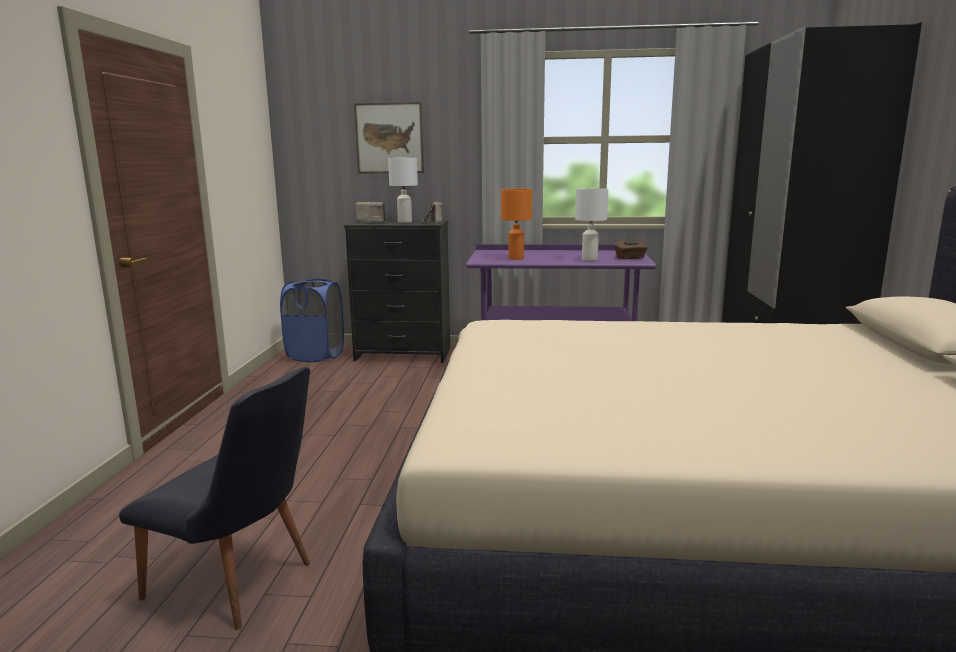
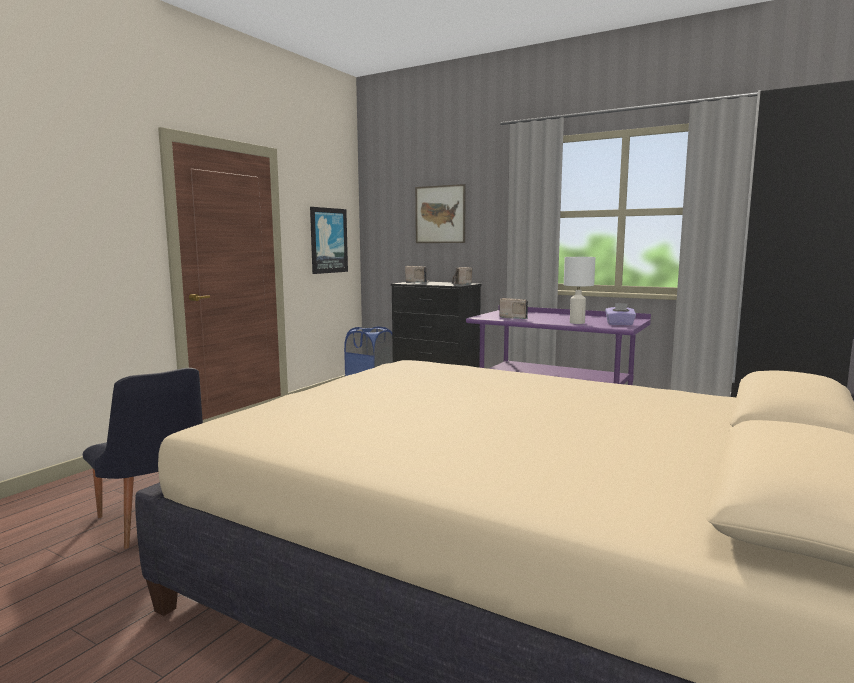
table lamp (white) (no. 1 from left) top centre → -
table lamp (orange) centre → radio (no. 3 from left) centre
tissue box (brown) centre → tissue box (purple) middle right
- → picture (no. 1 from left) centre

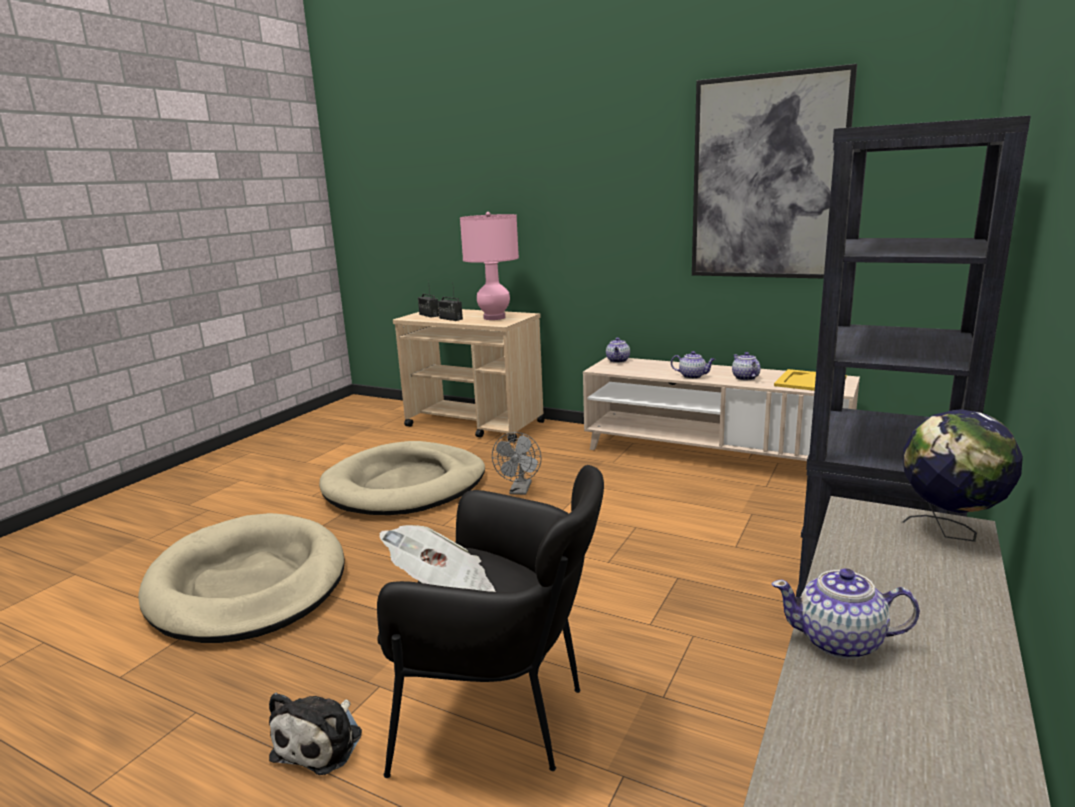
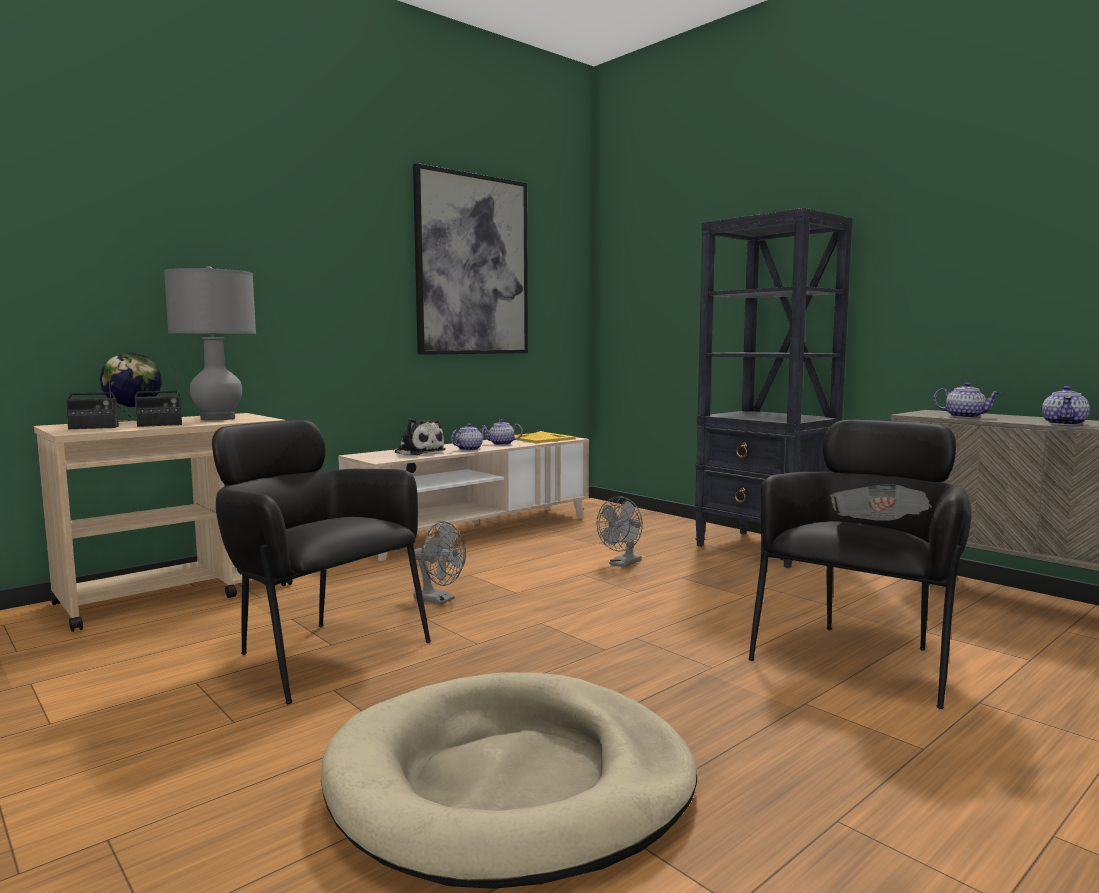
plush toy bottom left → plush toy centre, relocated
dog bed (beige) (no. 2 from left) centre → armchair (black) (no. 1 from left) middle left
table lamp (pink) top centre → table lamp (grey) middle left
teapot (no. 1 from left in the first image) centre → teapot (no. 3 from left) middle right, relocated
globe middle right → globe middle left, relocated
- → fan (grey) (no. 2 from left) centre

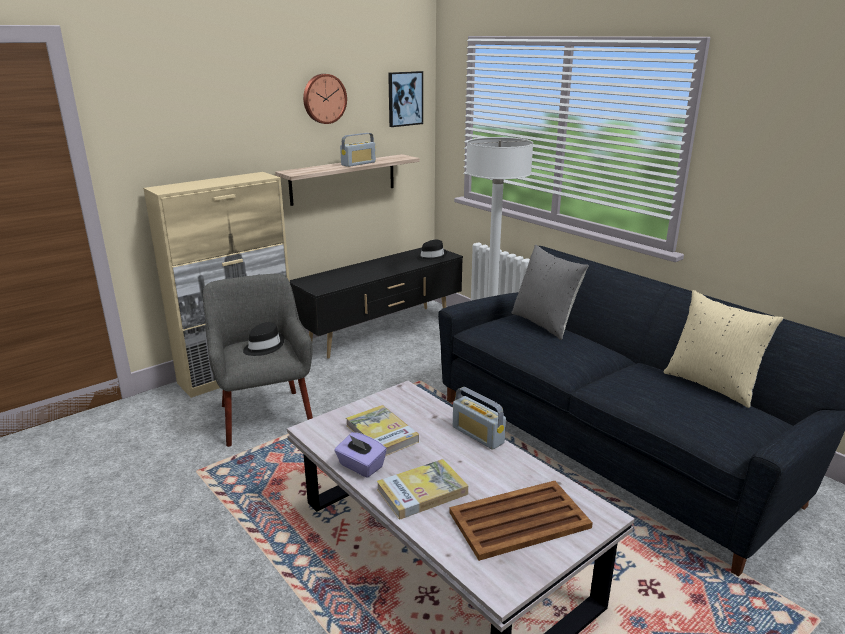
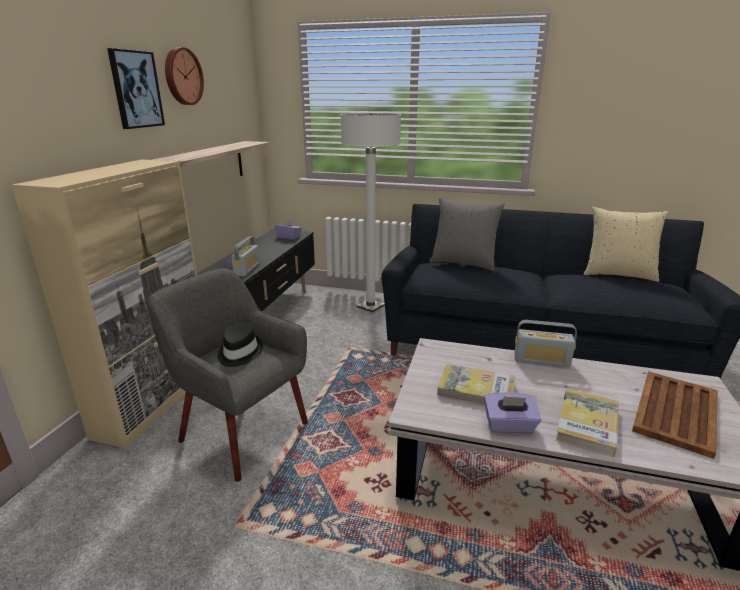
radio (no. 1 from left) top centre → radio (no. 1 from left) middle left, relocated
picture top centre → picture top left, relocated
hat (black) (no. 2 from left) centre → tissue box (purple) (no. 1 from left) centre

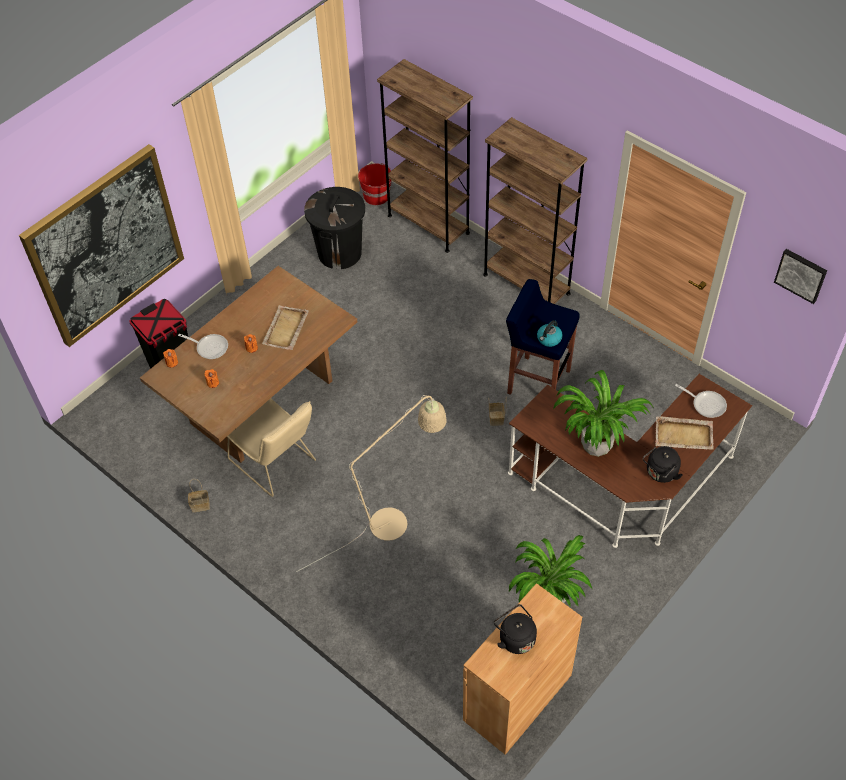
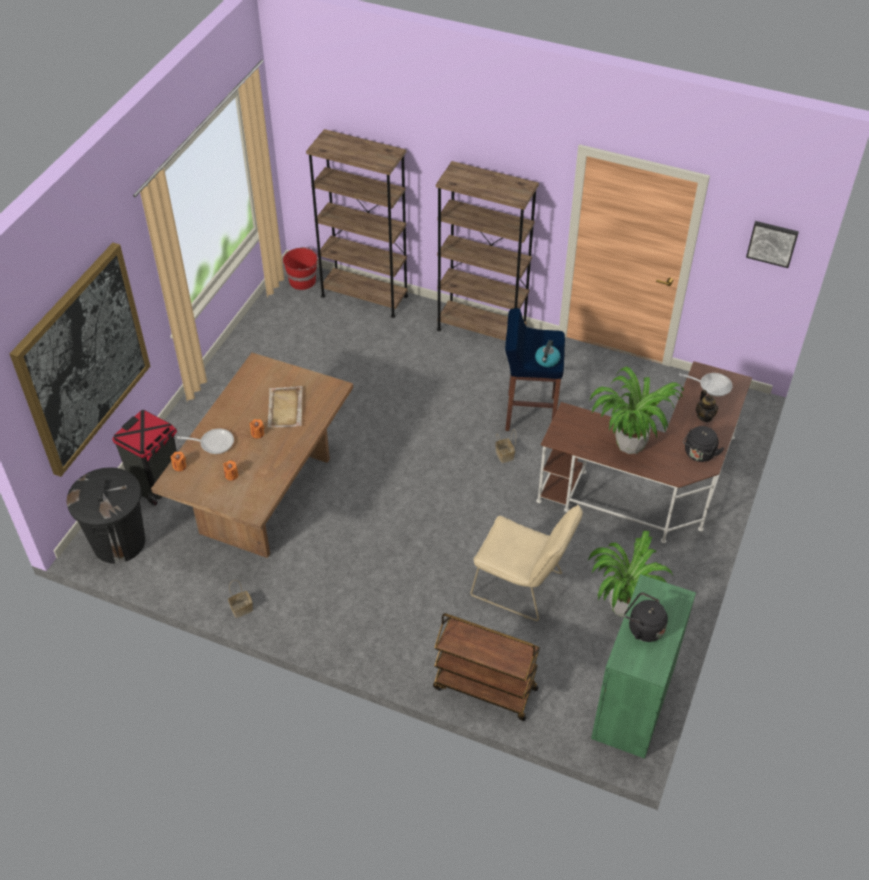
chair (beige) middle left → chair (beige) centre, relocated
floor lamp (beige) centre → -
trash can (black) (no. 2 from left in the first image) top centre → trash can (black) (no. 1 from left) middle left, relocated
cabinet (brown) bottom centre → cabinet (green) bottom right
tray (beige) (no. 2 from left) middle right → teapot middle right
- → cart (brown) bottom centre

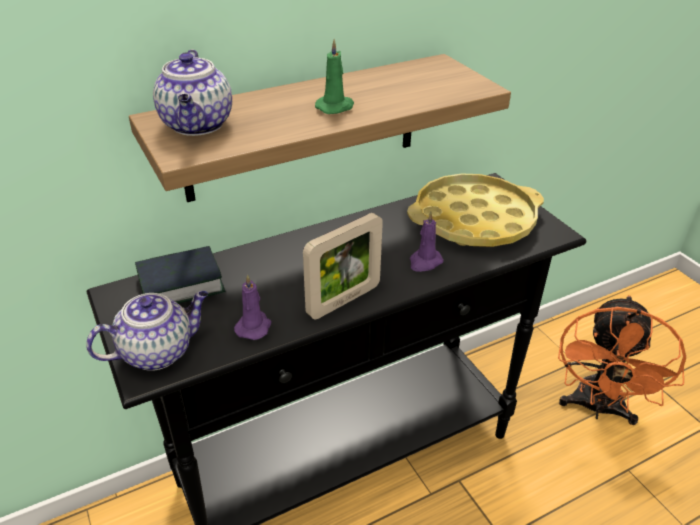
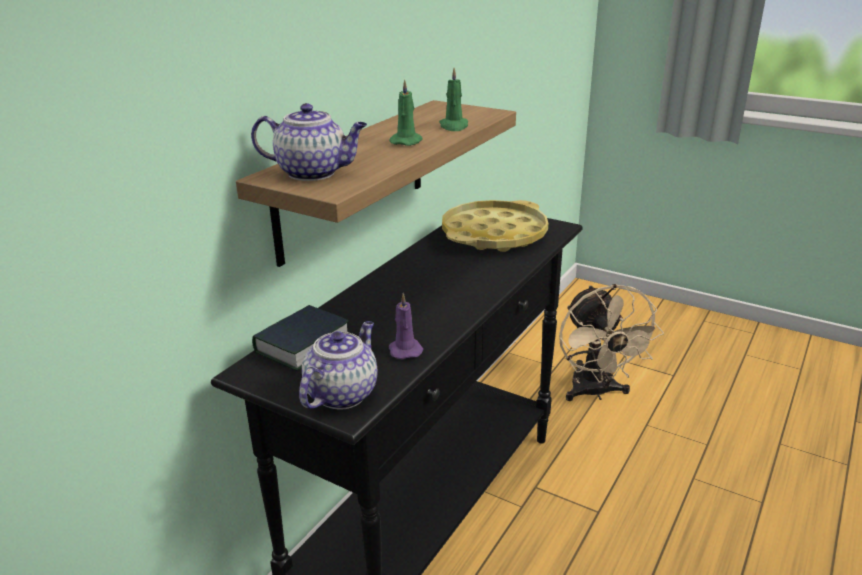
teapot (no. 2 from left in the first image) top left → teapot (no. 1 from left) top centre, 45 degrees counterclockwise
picture frame centre → -
candle (purple) (no. 2 from left) centre → -
fan (orange) bottom right → fan (beige) middle right
- → candle (green) (no. 2 from left) top centre

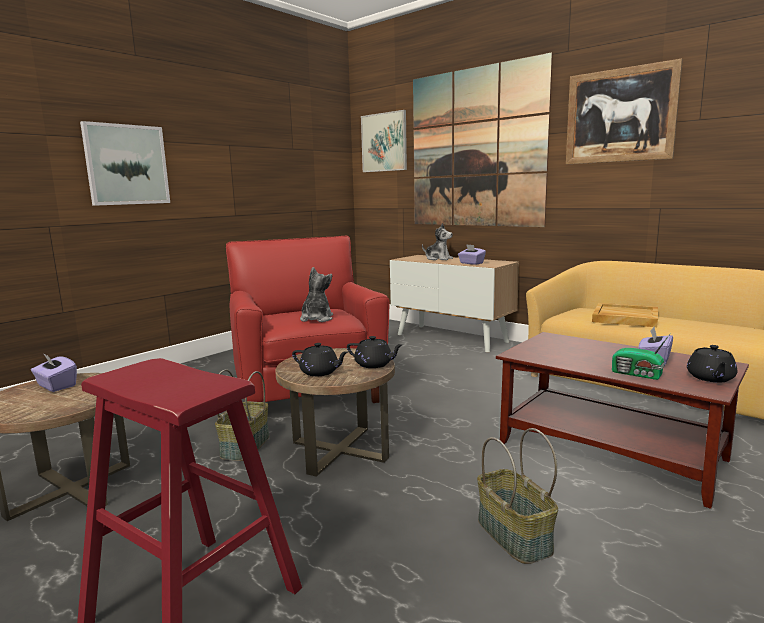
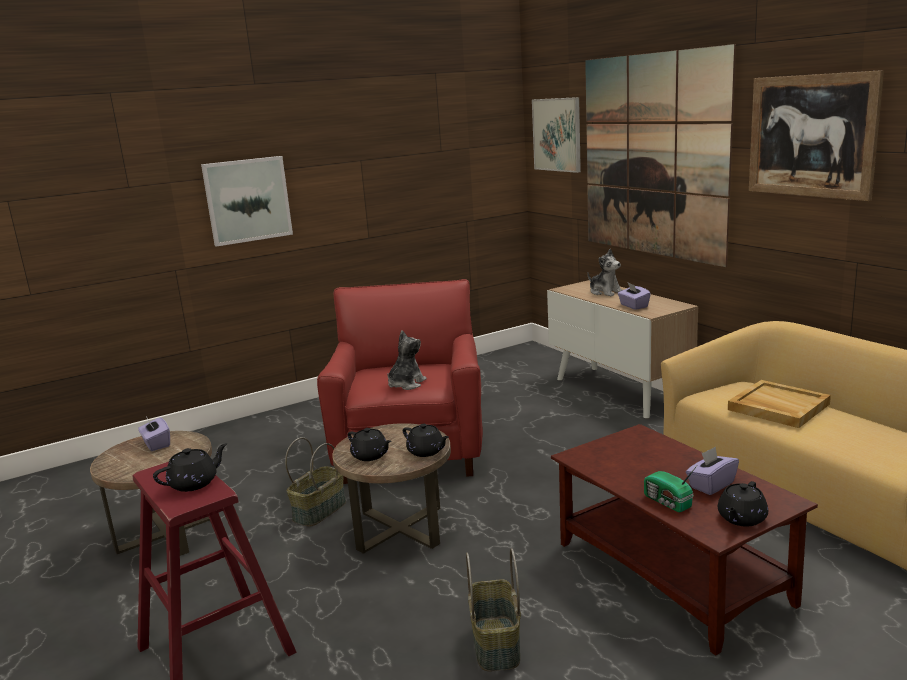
- → teapot (black) (no. 1 from left) bottom left

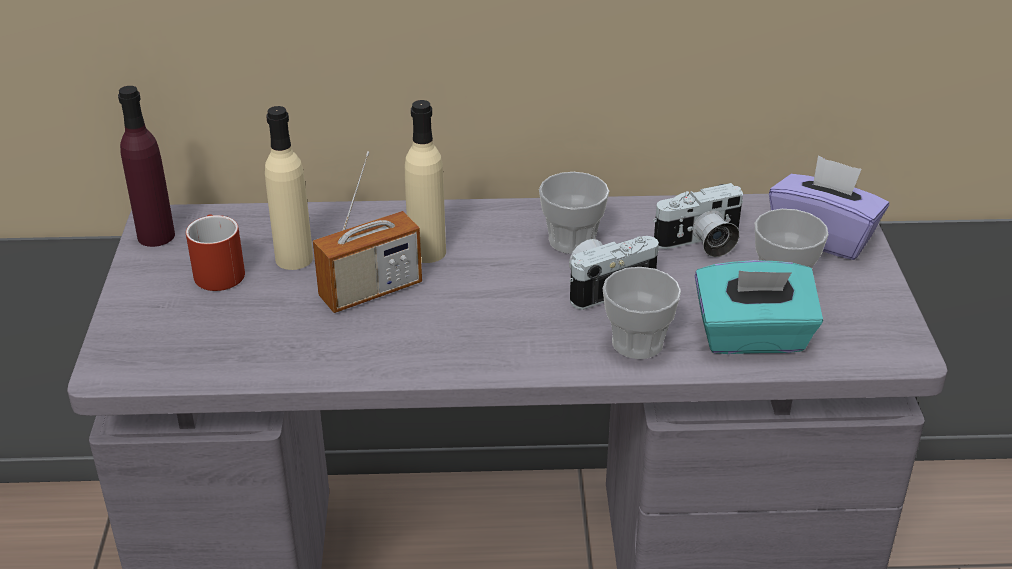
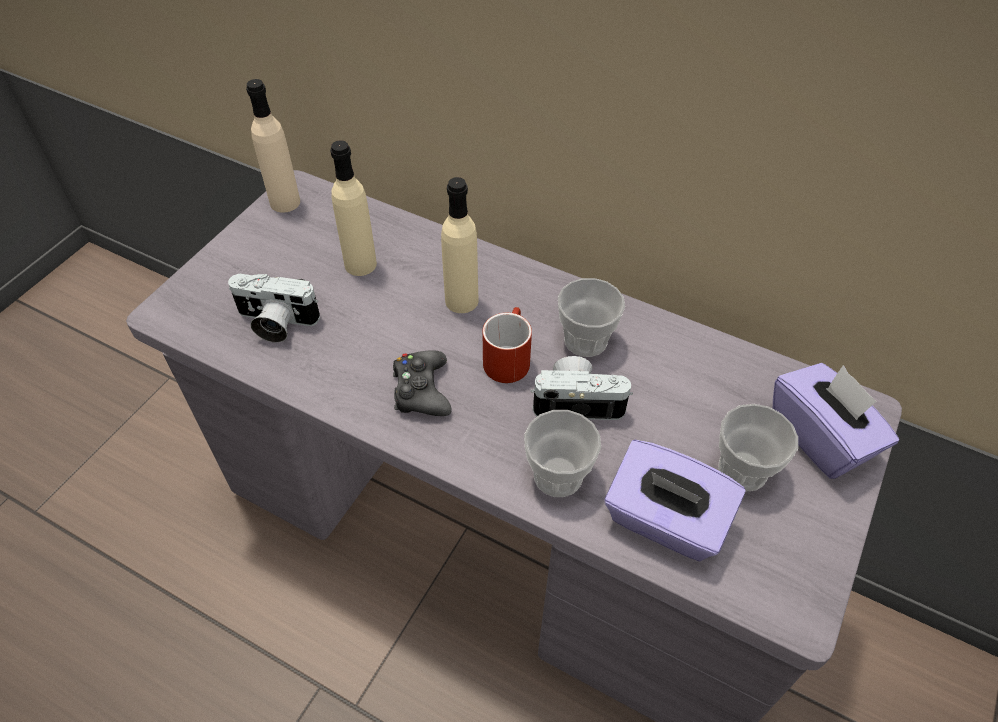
bottle (purple) top left → bottle (beige) (no. 1 from left) top left
mug (red) middle left → mug (red) centre, relocated
radio centre → -
photo camera (no. 2 from left in the first image) middle right → photo camera (no. 1 from left) middle left, relocated
tissue box (turquoise) middle right → tissue box (purple) (no. 1 from left) bottom right
- → game controller (black) centre

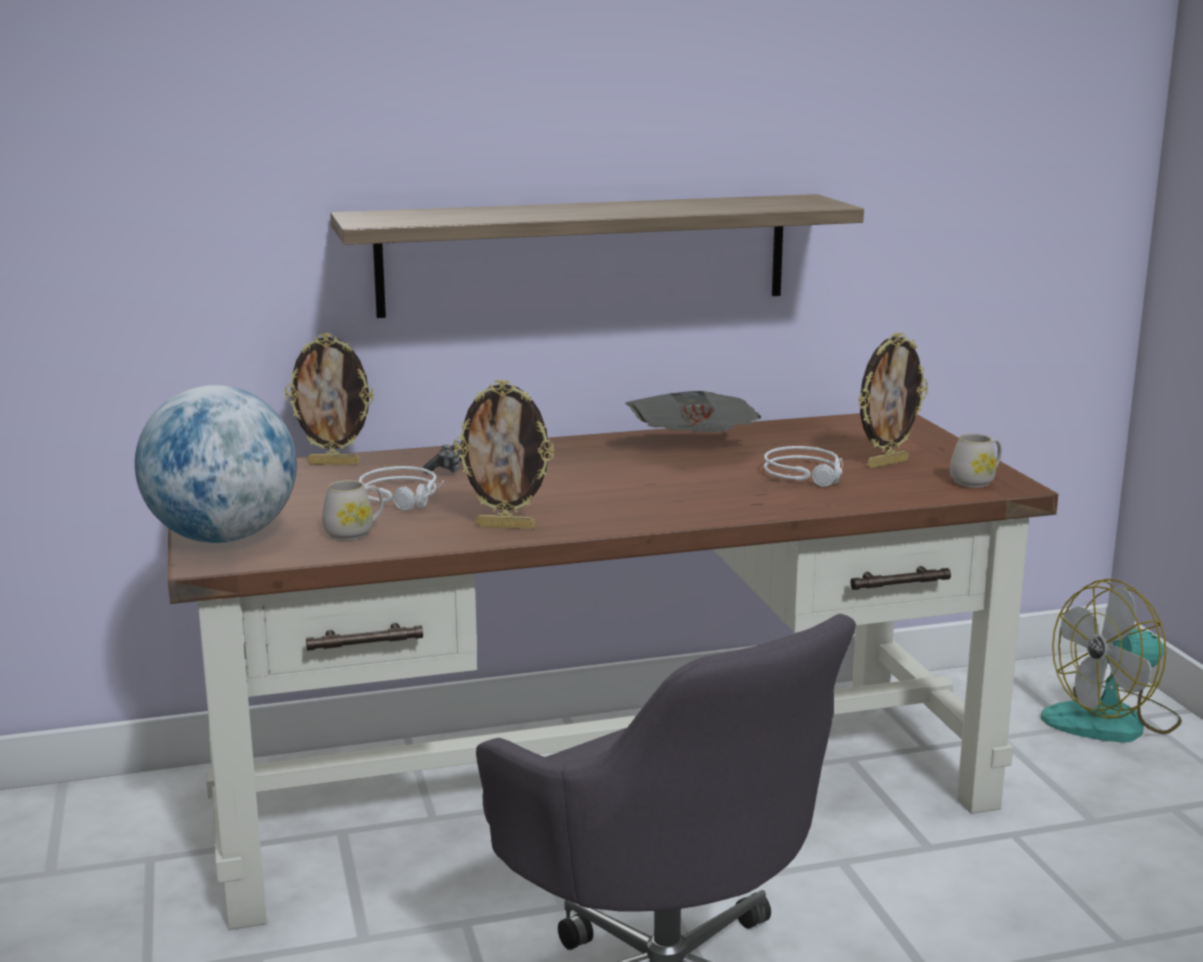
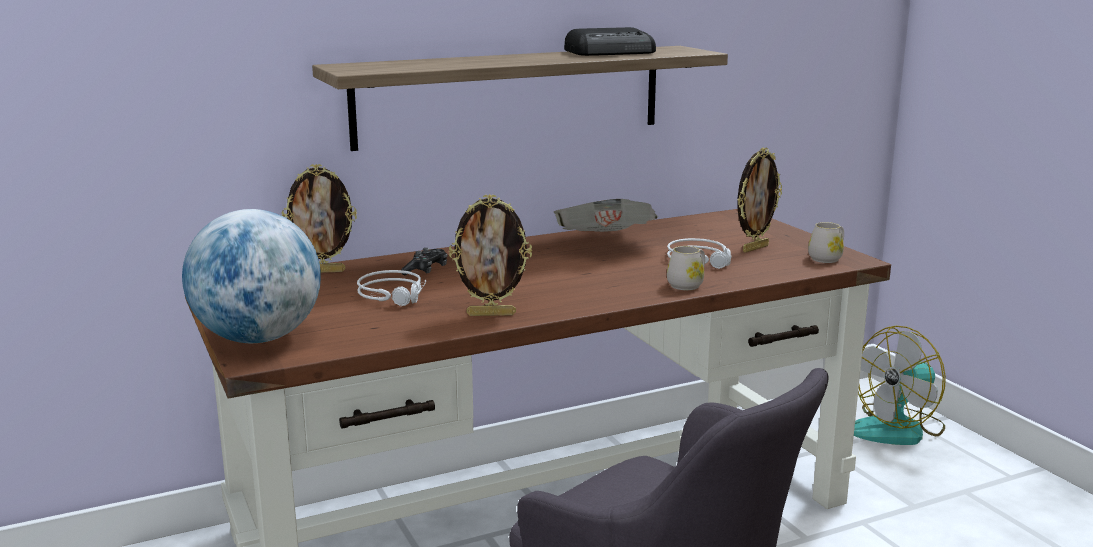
mug (white) (no. 1 from left) middle left → mug (white) (no. 1 from left) centre, relocated
- → radio top centre

